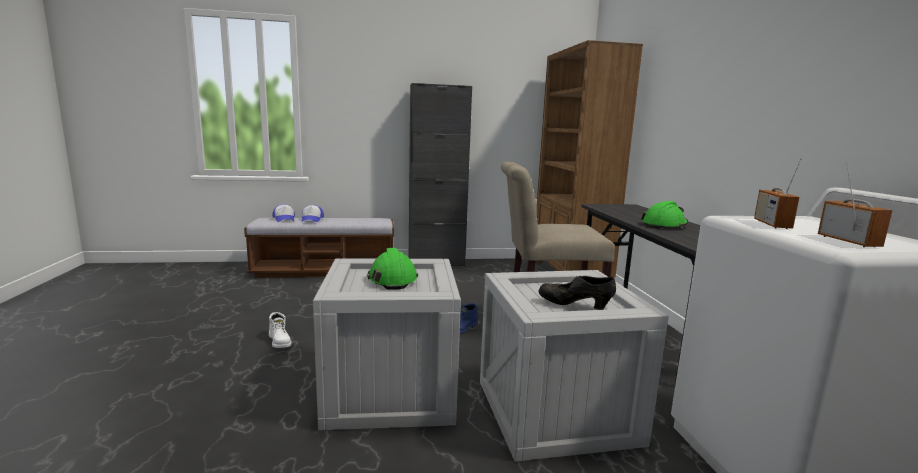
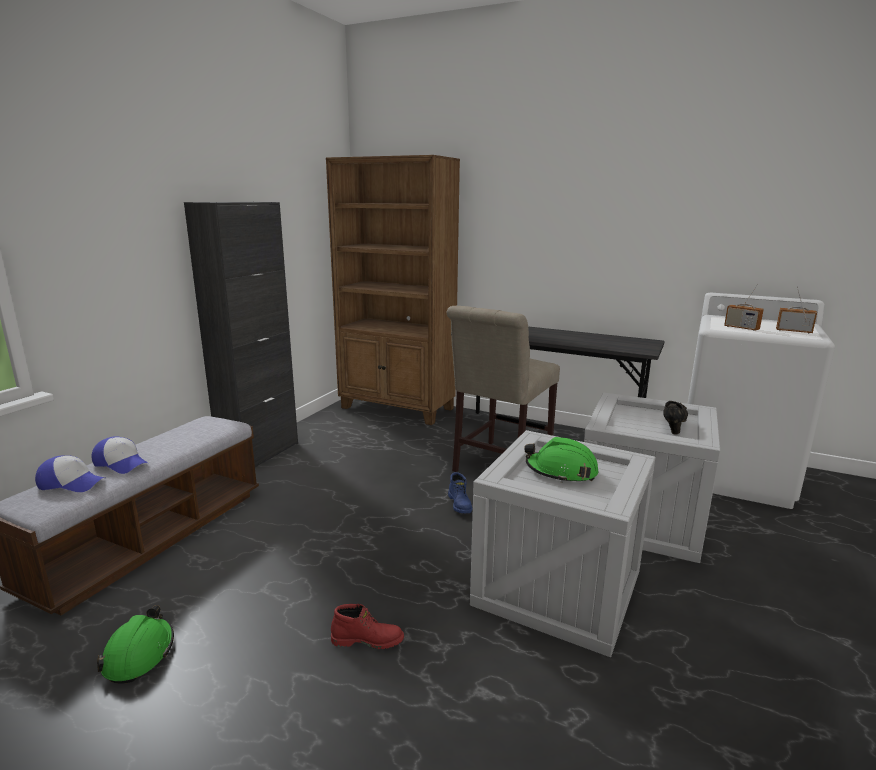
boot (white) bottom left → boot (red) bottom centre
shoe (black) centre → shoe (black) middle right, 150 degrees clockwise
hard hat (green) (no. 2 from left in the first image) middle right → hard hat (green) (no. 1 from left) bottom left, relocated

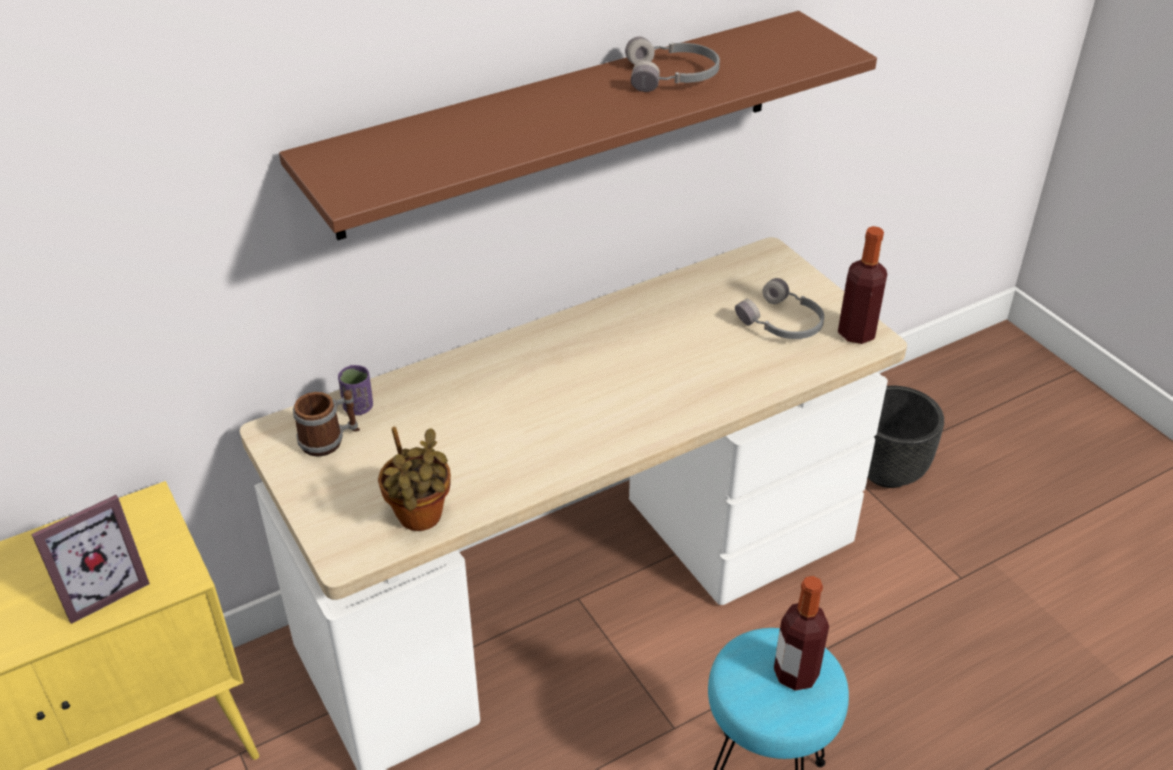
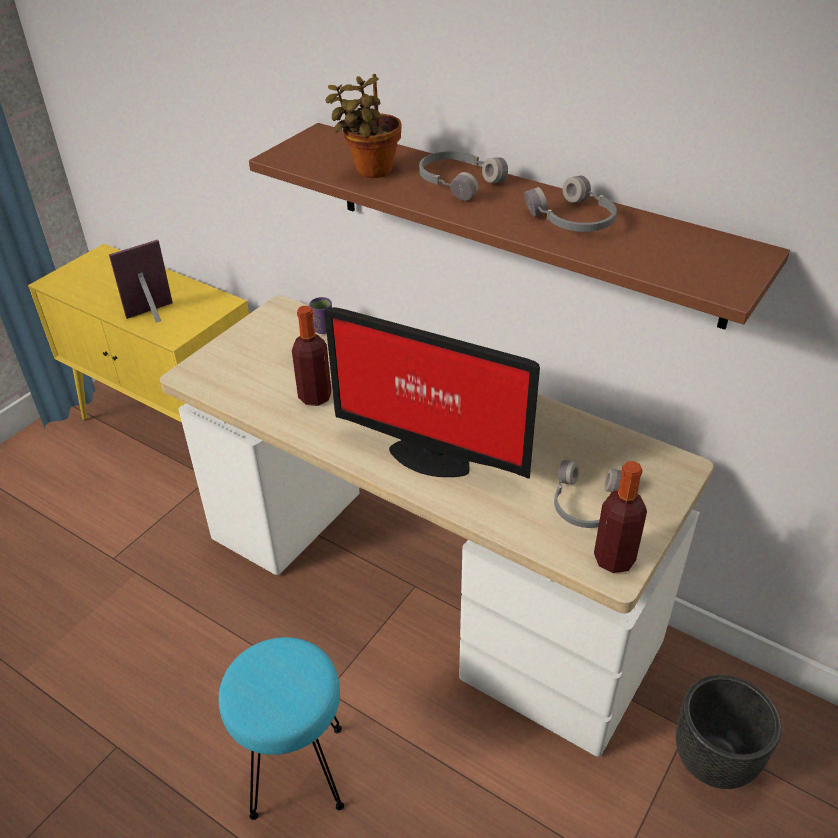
picture frame bottom left → picture frame middle left, 120 degrees clockwise
mug middle left → -
potted plant centre → potted plant top centre, relocated
bottle (no. 1 from left) bottom right → bottle (no. 1 from left) centre, relocated
- → monitor centre
- → headphones (grey) (no. 1 from left) top centre

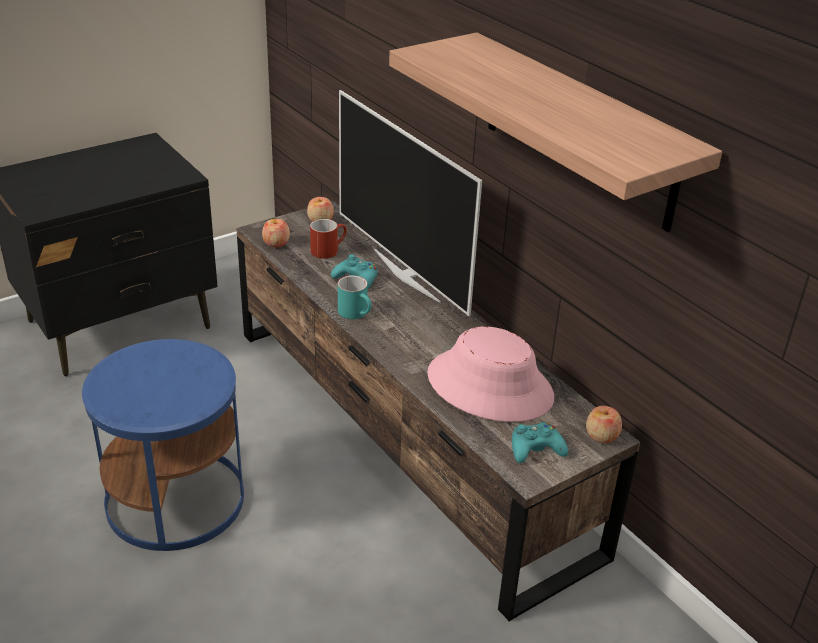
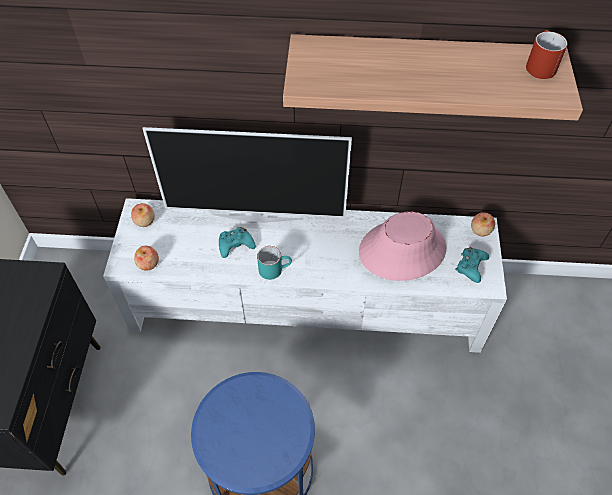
tv stand (brown) centre → tv stand (white) centre
mug (red) centre → mug (red) top right, relocated

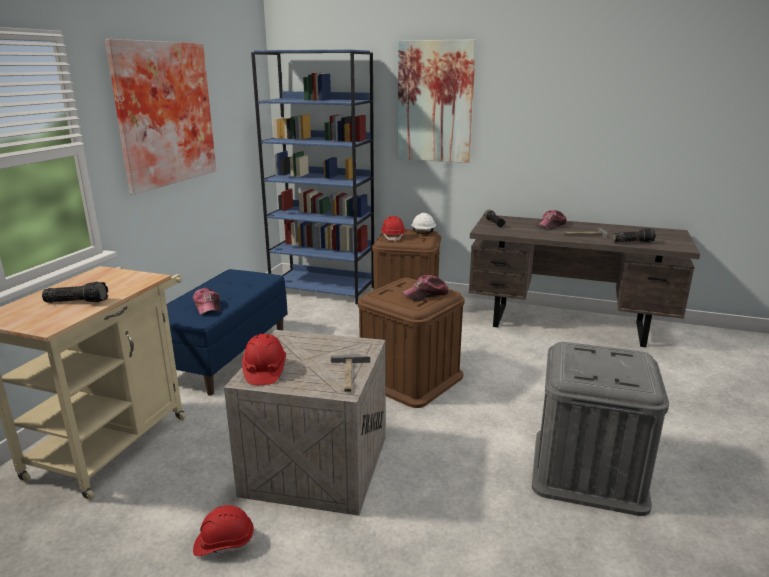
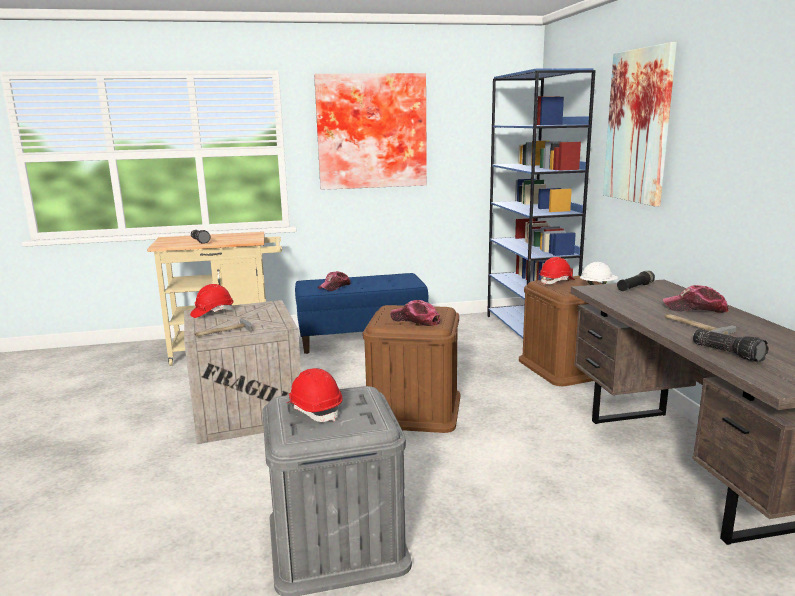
hard hat (red) (no. 1 from left in the first image) bottom left → hard hat (red) (no. 2 from left) centre, relocated

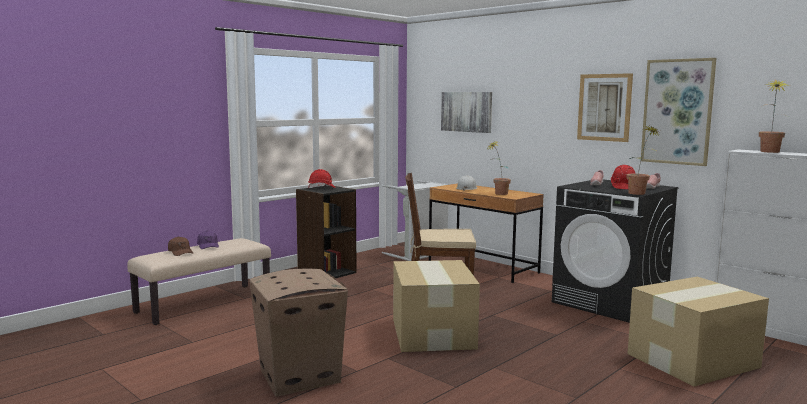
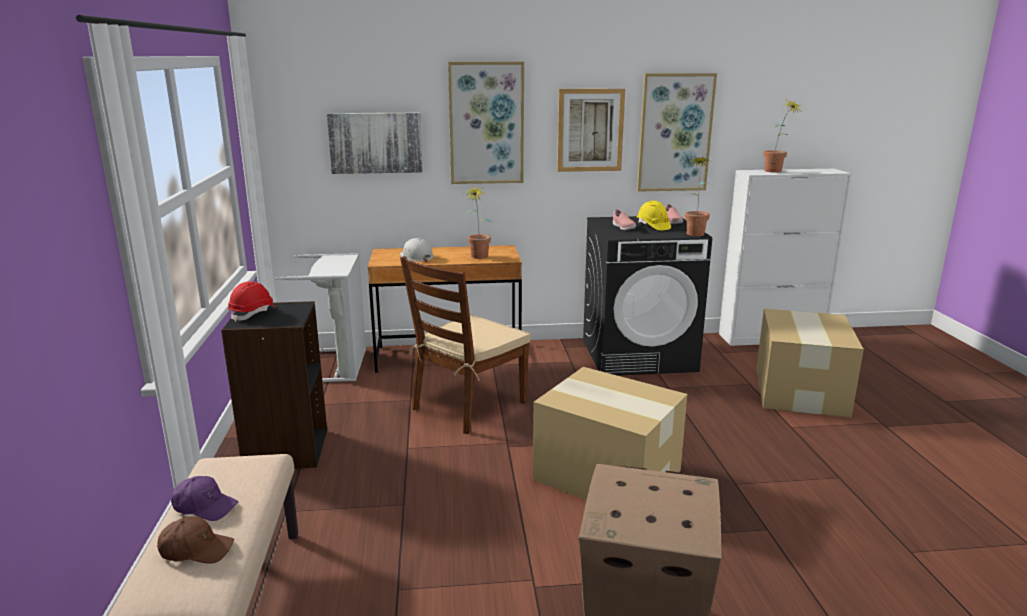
hard hat (red) (no. 2 from left) middle right → hard hat (yellow) centre
- → picture (no. 2 from left) top centre

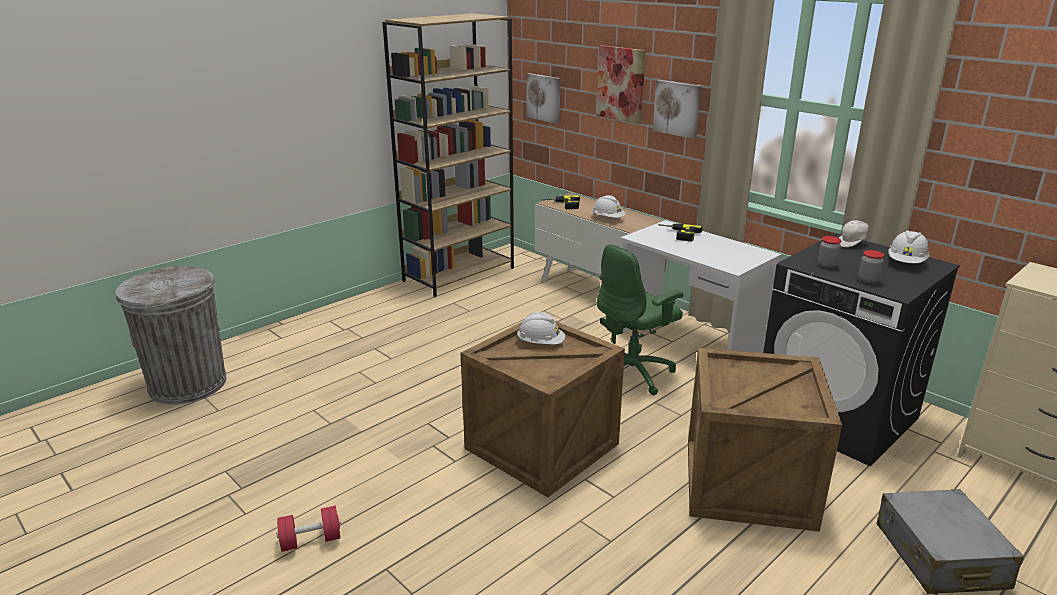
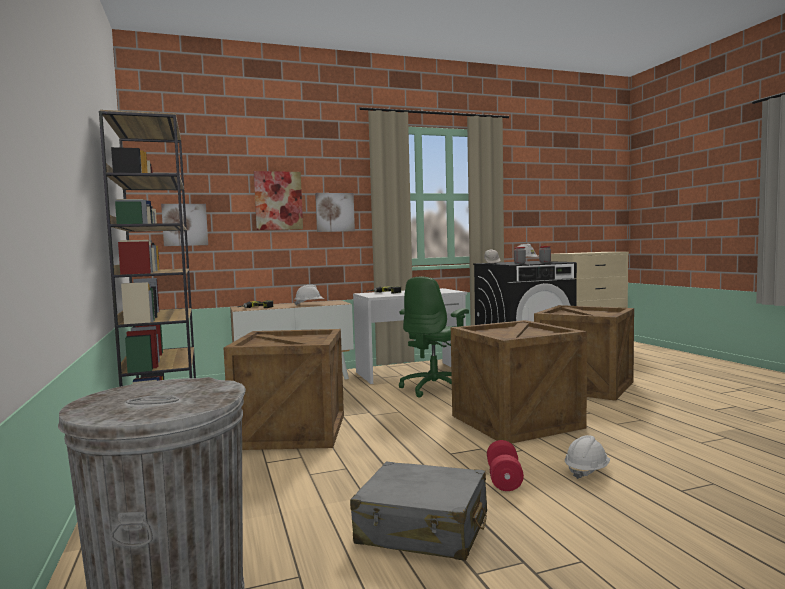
dumbbell (red) bottom left → dumbbell (red) bottom centre, relocated
hard hat (white) (no. 1 from left in the first image) centre → hard hat (white) (no. 3 from left) bottom right, relocated
office chair (green) centre, 45 degrees clockwise
suitcase (grey) bottom right → suitcase (grey) bottom centre, relocated
- → crate (no. 1 from left) centre

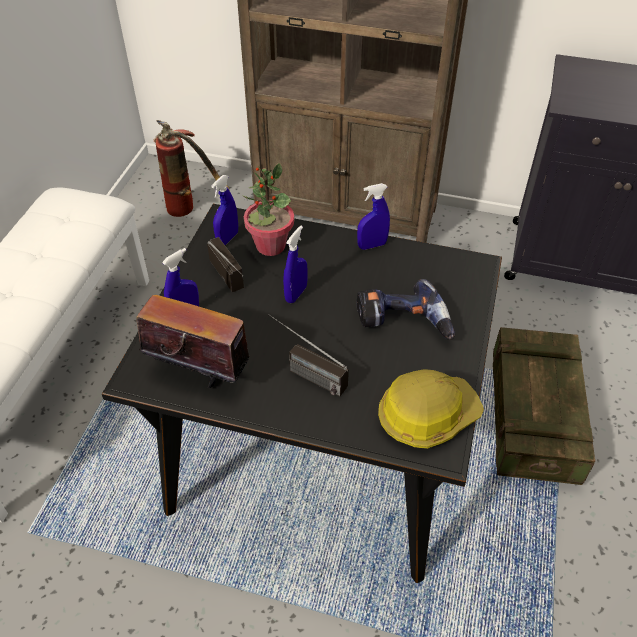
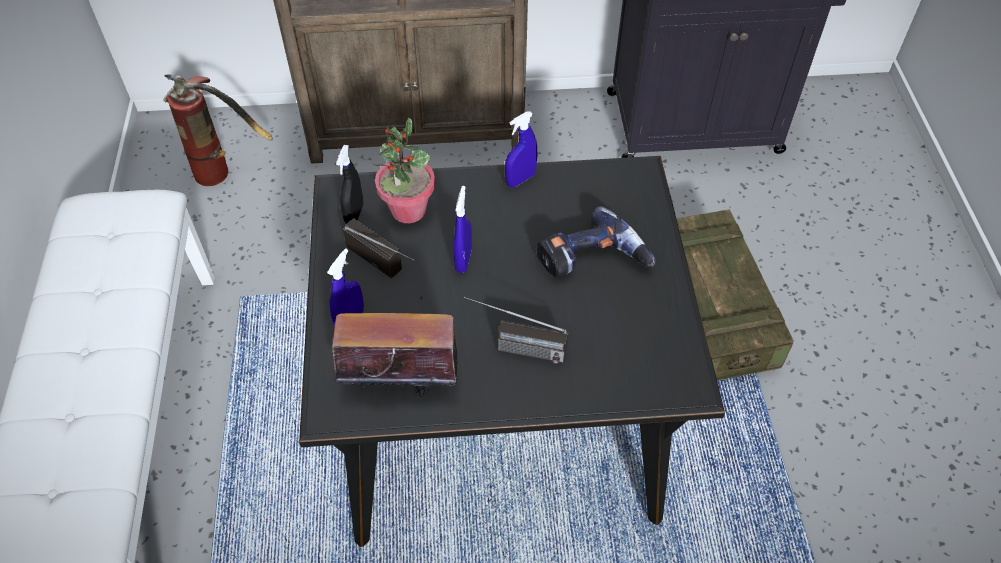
spray bottle (blue) (no. 2 from left) top centre → spray bottle (black) top centre
hard hat middle right → -

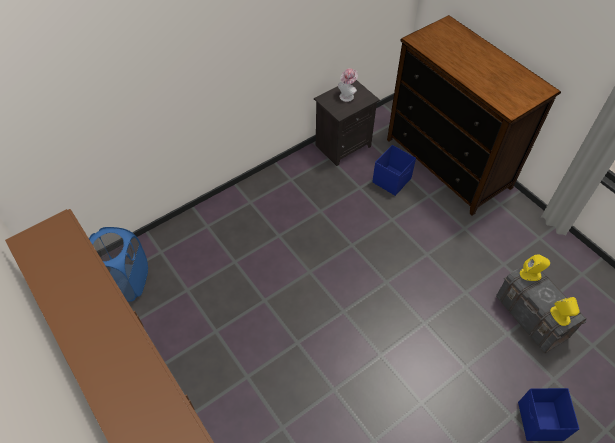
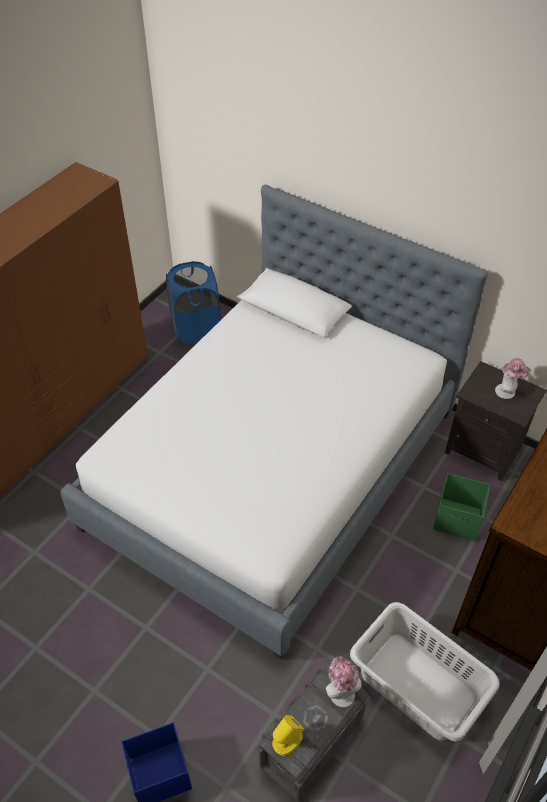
storage box (blue) (no. 1 from left) centre → storage box (green) middle right
speaker (yellow) (no. 1 from left) middle right → hat (no. 1 from left) bottom centre
- → bed centre
- → laundry basket (grey) bottom right

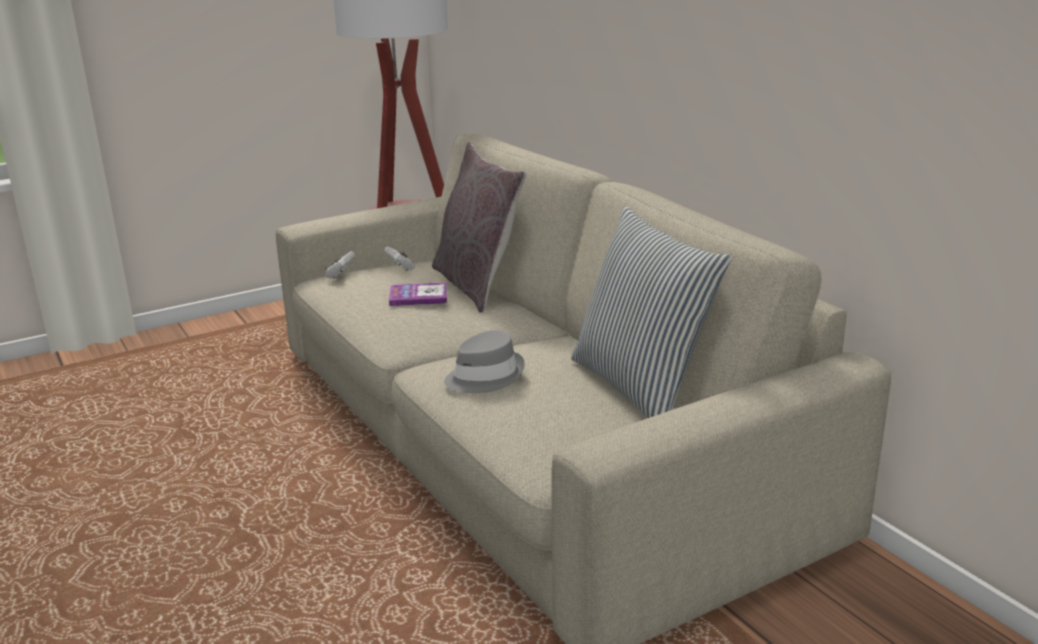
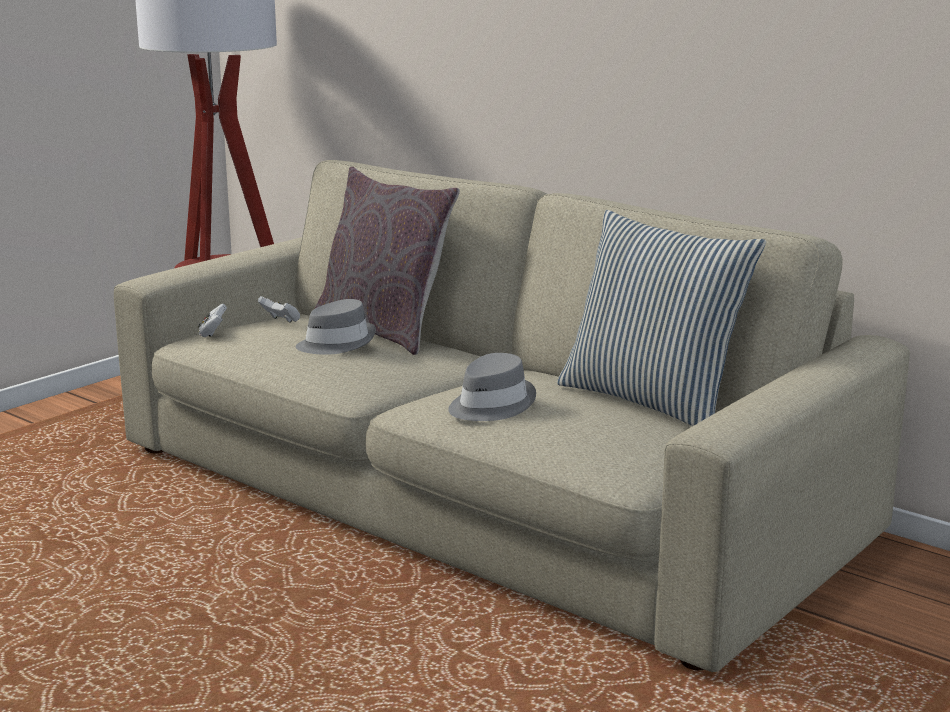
book centre → hat (grey) (no. 1 from left) centre

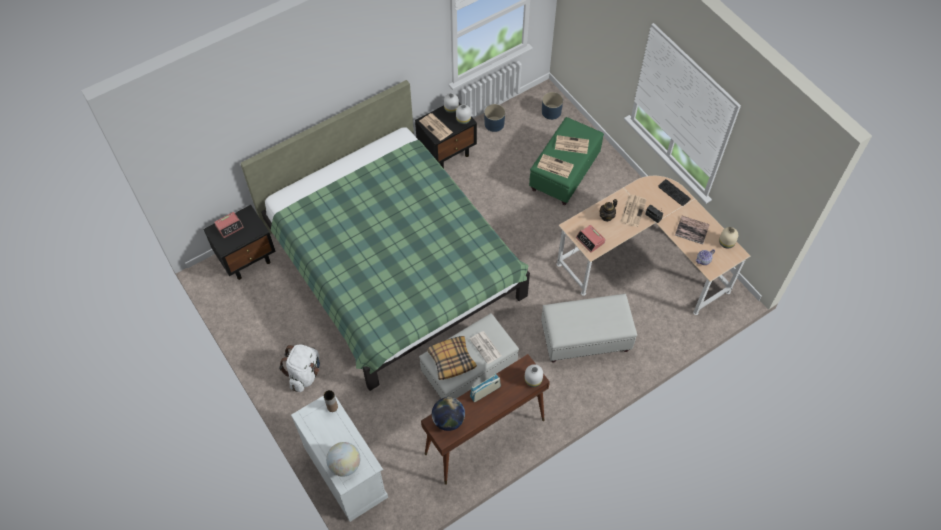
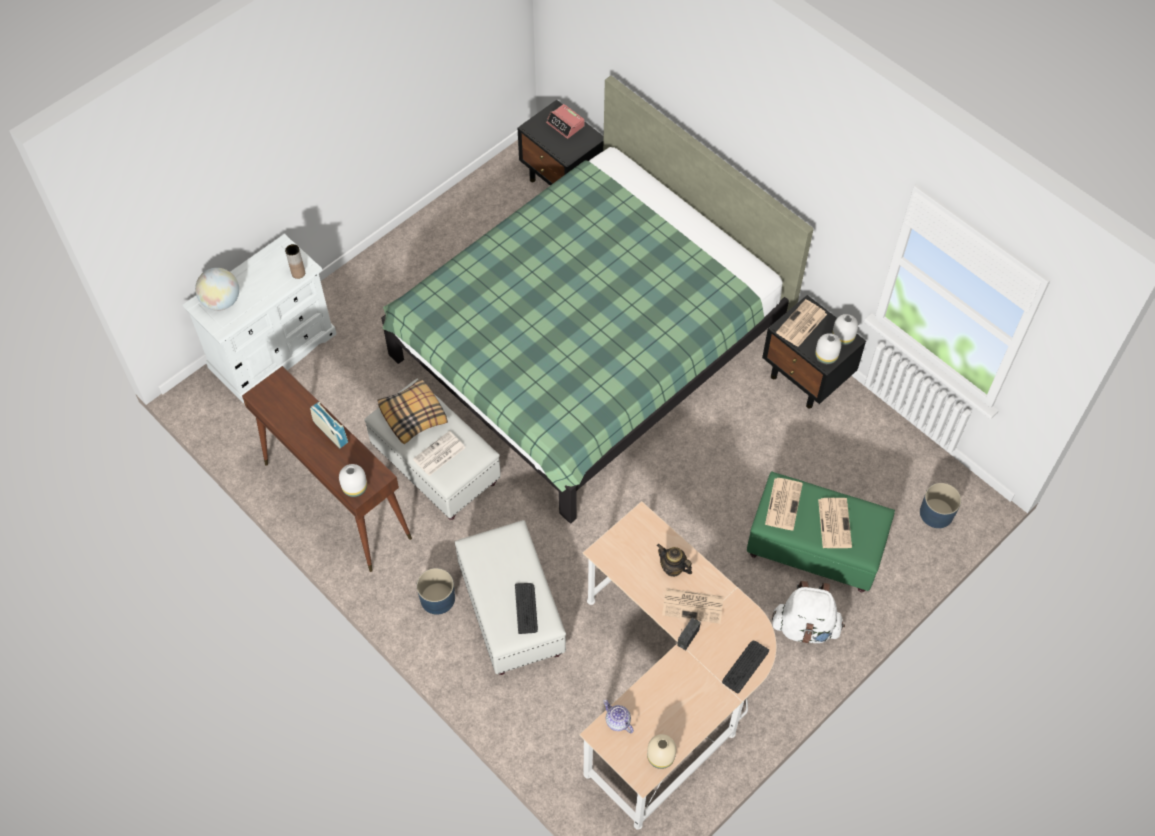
backpack (white) bottom left → backpack (white) bottom right, relocated
globe (no. 2 from left) bottom centre → -
planter (blue) (no. 1 from left) top centre → planter (blue) (no. 1 from left) bottom centre, relocated
alarm clock (no. 2 from left) centre → -
book middle right → -
- → keyboard (no. 1 from left) bottom centre

